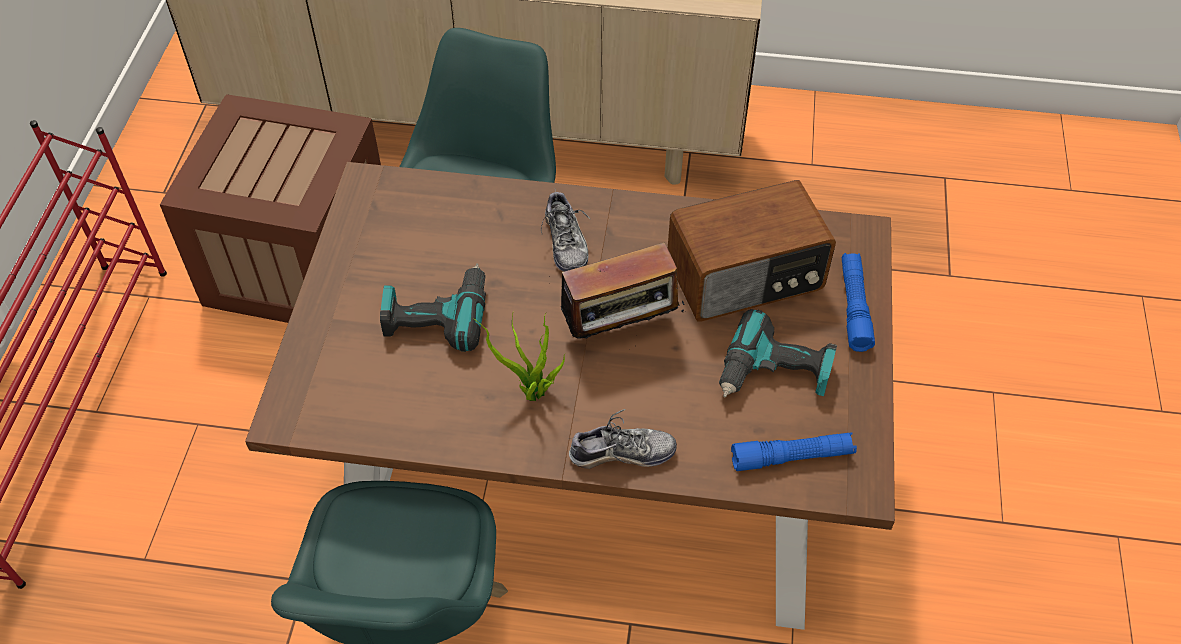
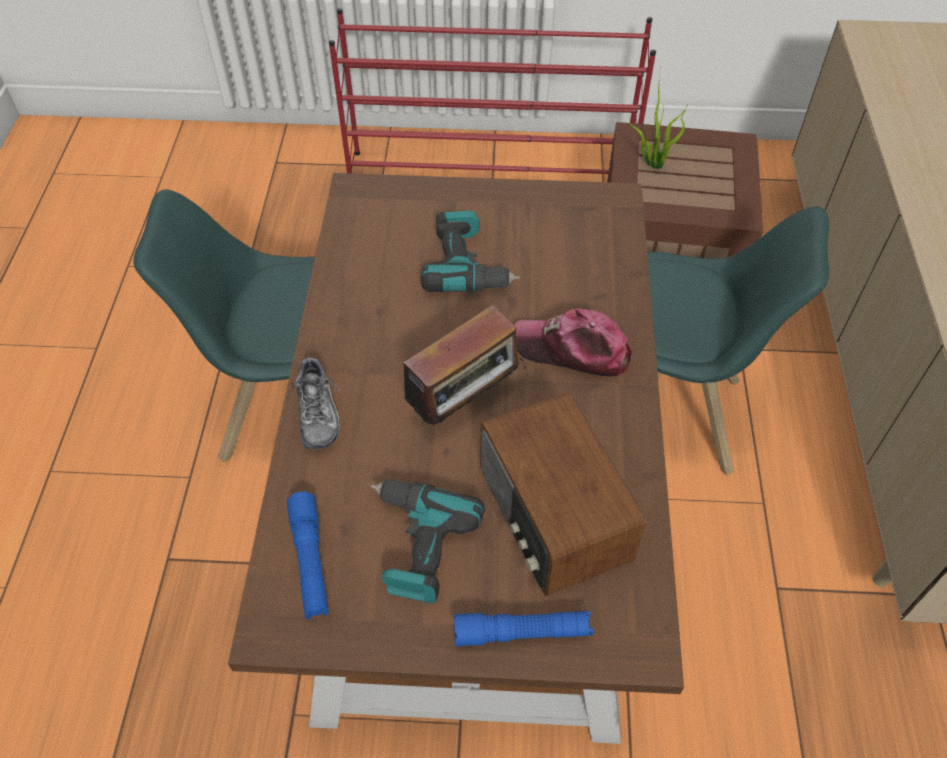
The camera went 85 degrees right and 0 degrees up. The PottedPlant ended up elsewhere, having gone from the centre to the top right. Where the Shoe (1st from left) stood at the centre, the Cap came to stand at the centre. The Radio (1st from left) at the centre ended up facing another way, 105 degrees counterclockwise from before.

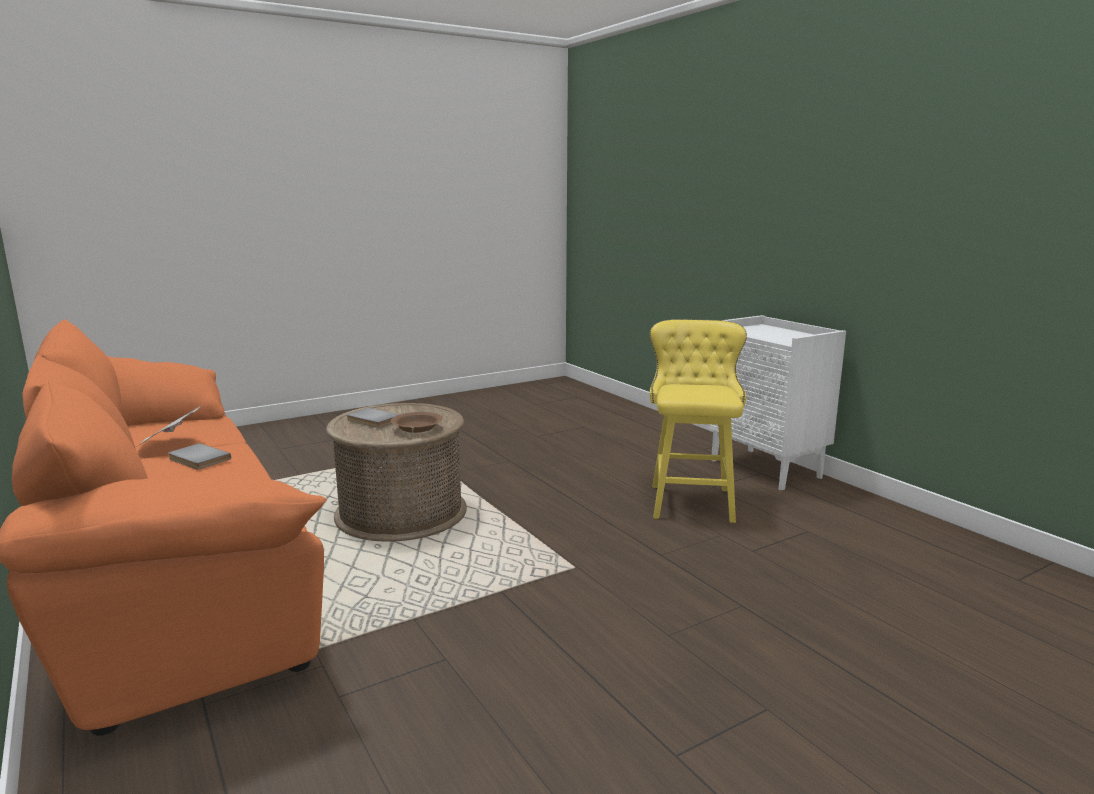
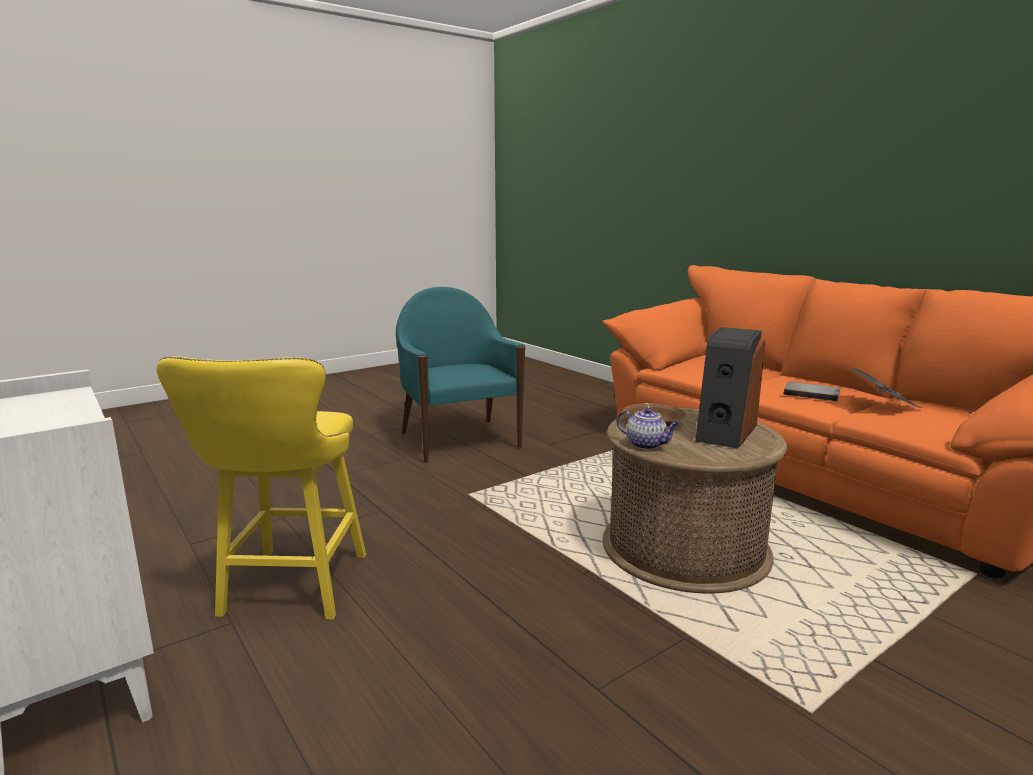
The camera went 175 degrees right and 0 degrees up. The second view gained the TurquoiseArmchair at the centre. The second view gained the Teapot at the centre. Where the GreyBook (2nd from left) stood at the centre, the Speaker came to stand at the middle right.

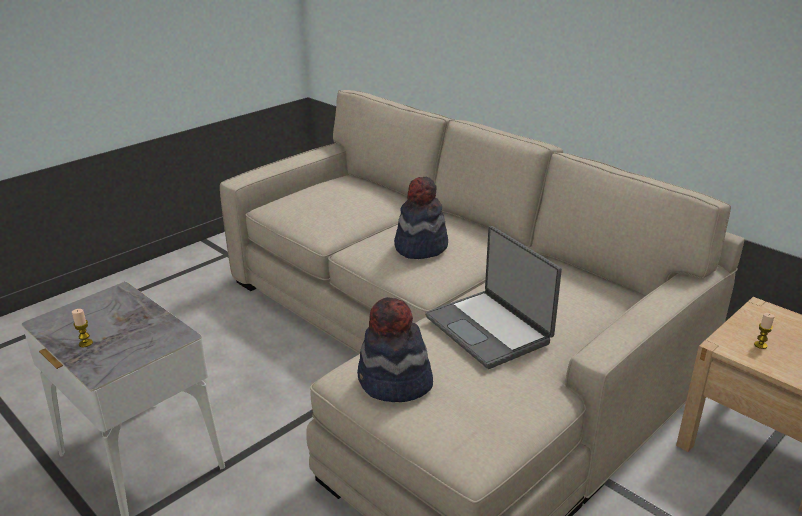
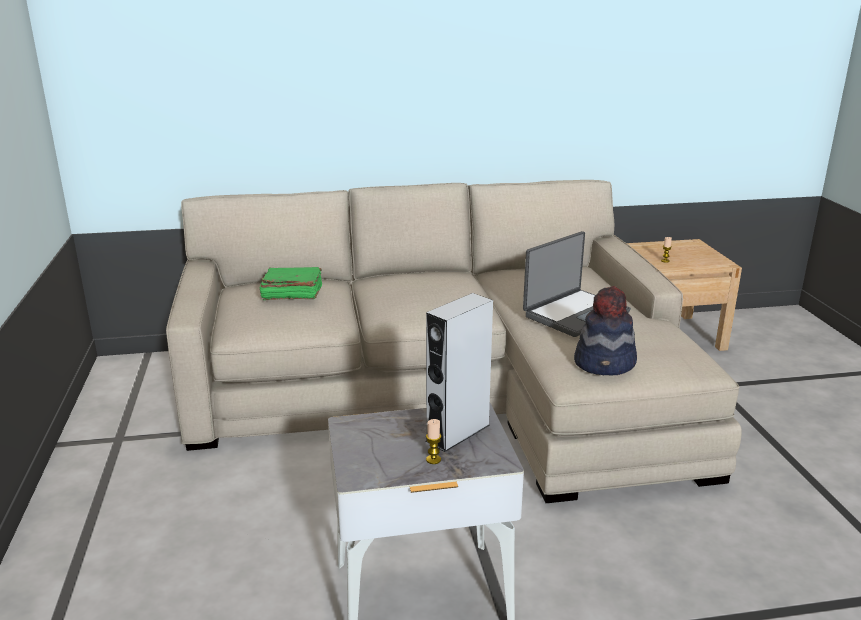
The camera went 55 degrees left and 5 degrees down. The second view lost the Hat (2nd from left) at the centre. The second view gained the GreenBook at the centre. The second view gained the GreySpeaker at the centre. The Laptop at the centre ended up facing another way, 45 degrees counterclockwise from before.

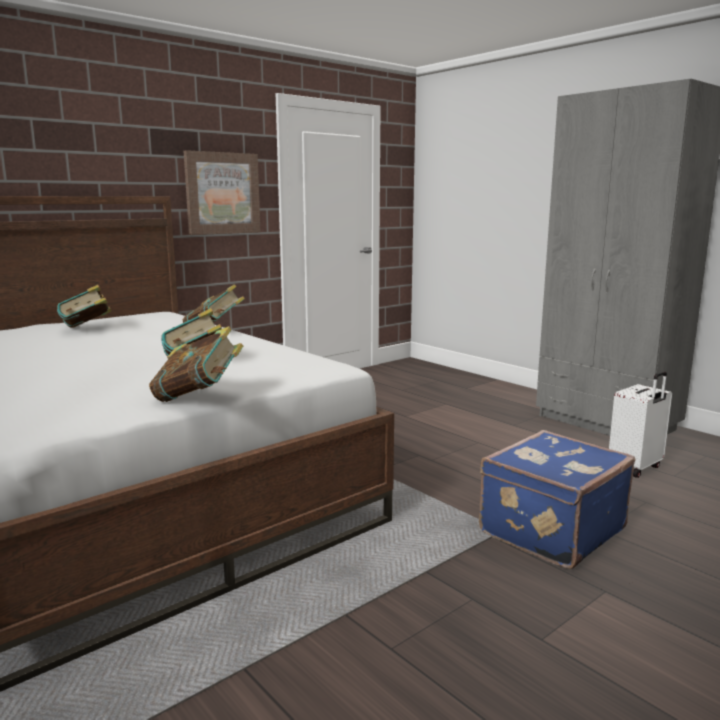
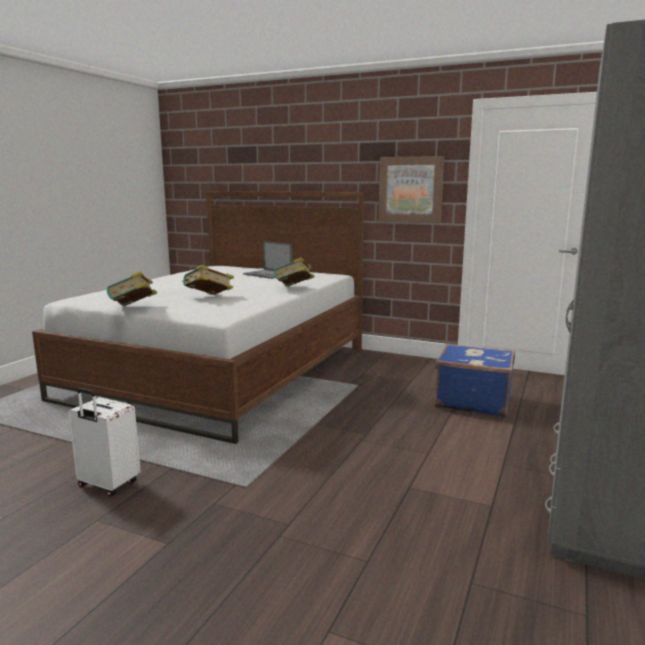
The camera went 65 degrees right and 0 degrees up. The BlueSuitcase ended up elsewhere, having gone from the bottom right to the middle right. The WhiteSuitcase ended up elsewhere, having gone from the middle right to the bottom left. Where the Book (1st from left) stood at the middle left, the Laptop came to stand at the centre.

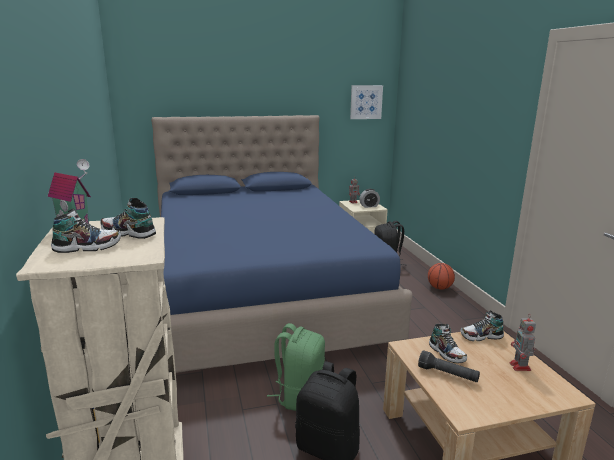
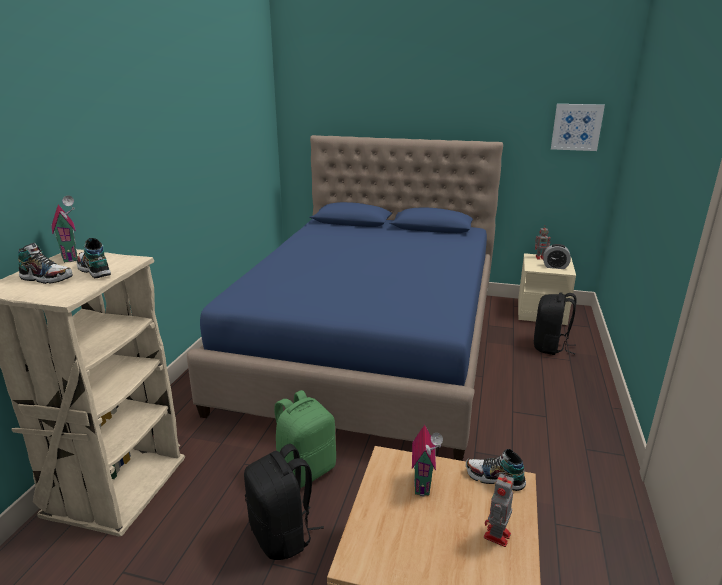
The camera went 30 degrees right and 5 degrees up. The second view lost the BlackFlashlight at the bottom right. The second view lost the Basketball at the middle right. Where the Shoe (3rd from left) stood at the bottom right, the ToyHouse (2nd from left) came to stand at the bottom centre.

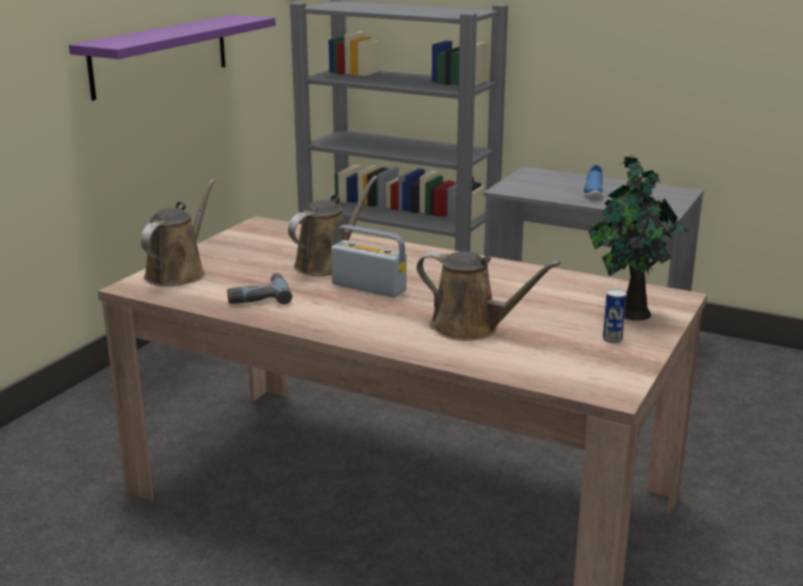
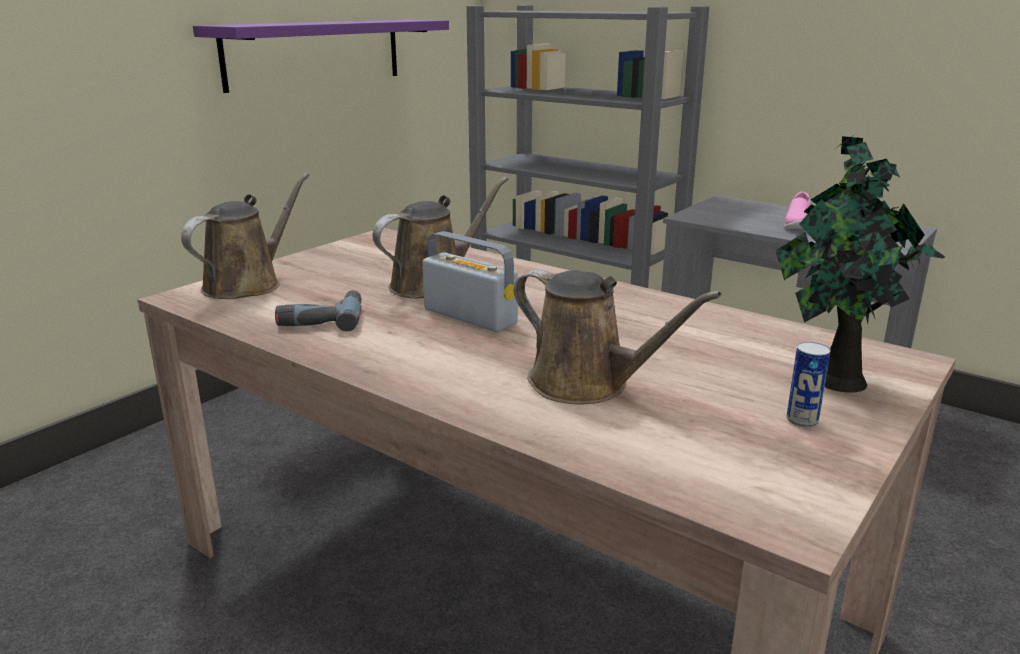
The camera went 10 degrees right and 0 degrees up. What was the BlueShoe at the top right turned into the PinkShoe at the top right.

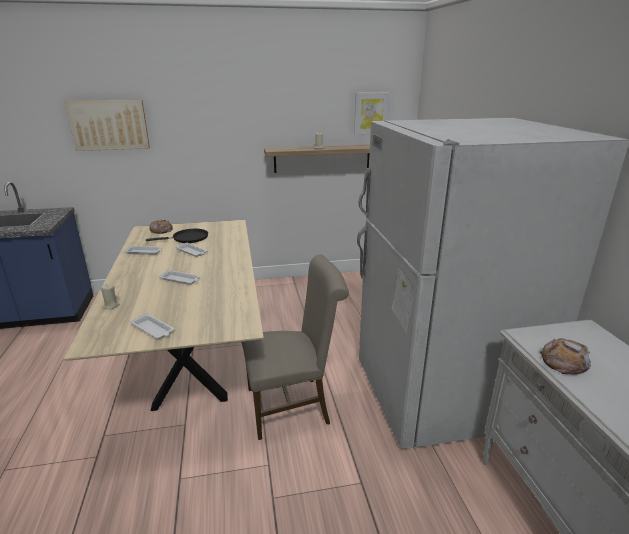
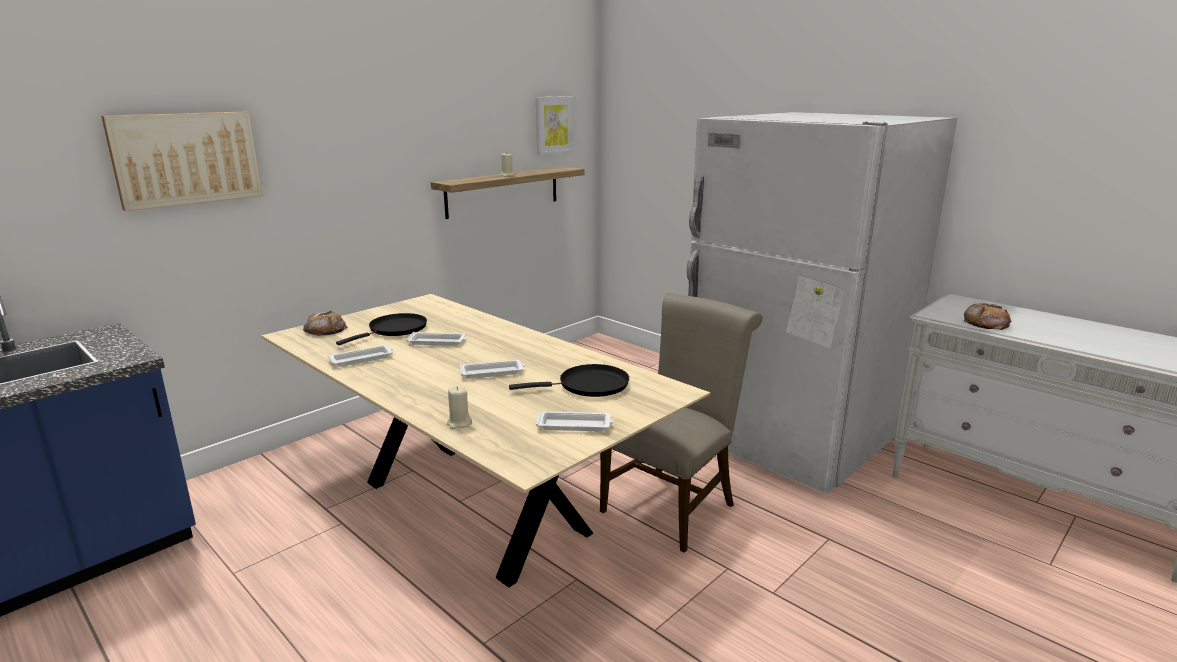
The camera went 35 degrees left and 5 degrees down. The second view gained the BlackFryingPan (2nd from left) at the centre.

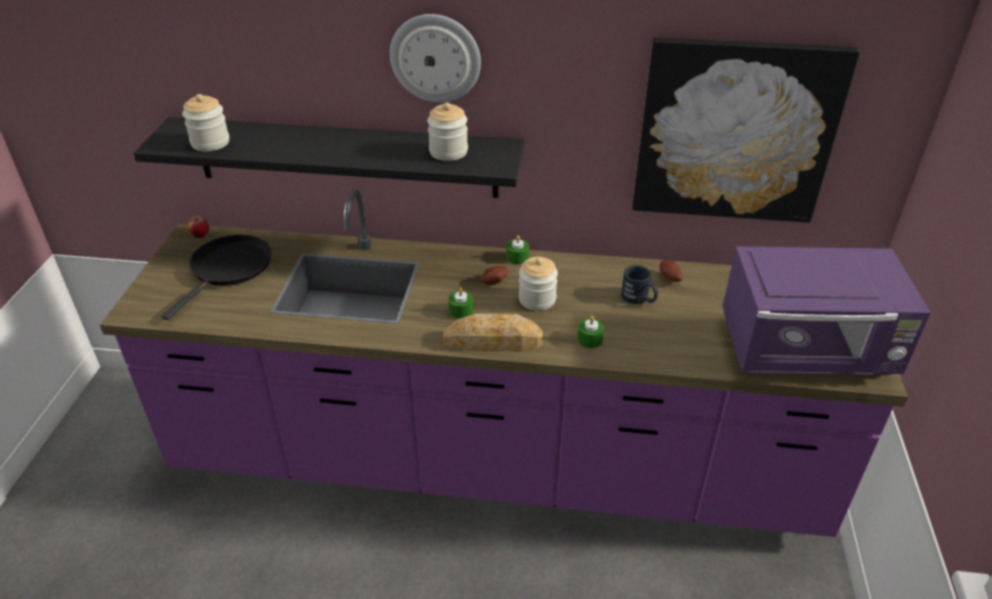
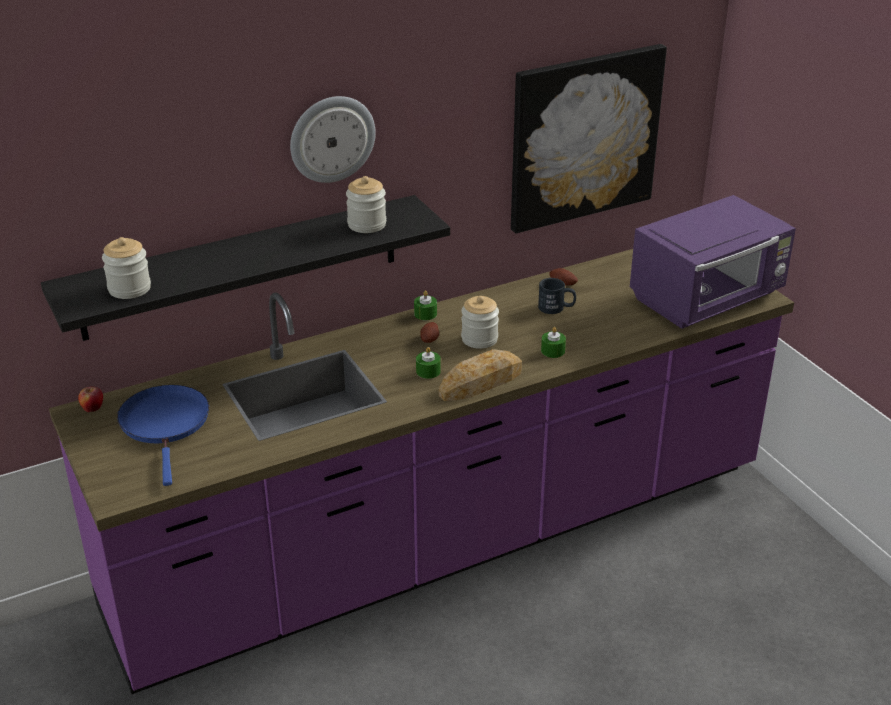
The camera went 35 degrees left and 5 degrees down. What was the BlackFryingPan at the middle left turned into the BlueFryingPan at the middle left.

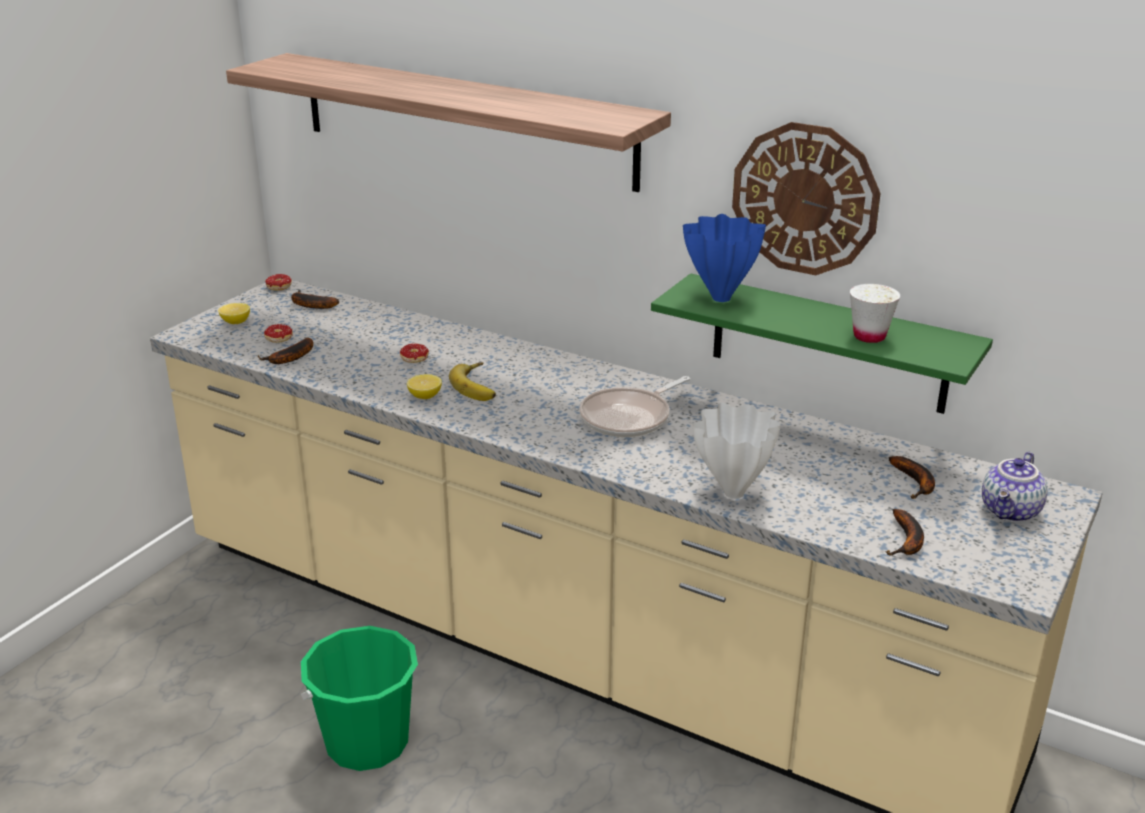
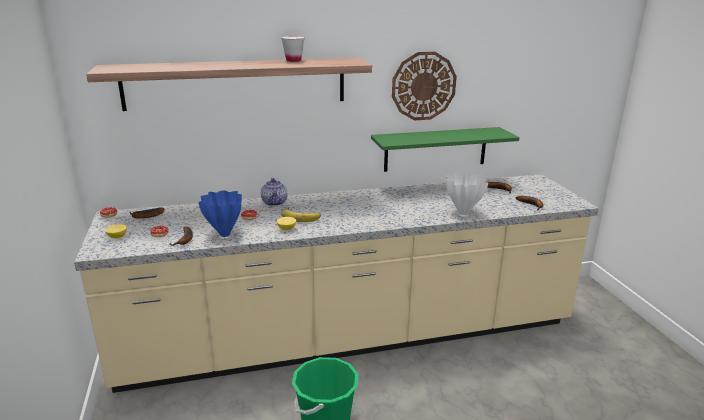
The camera went 45 degrees left and 5 degrees down. The second view lost the FryingPan at the centre. The BlueVase ended up elsewhere, having gone from the top centre to the middle left. The WhiteCup ended up elsewhere, having gone from the middle right to the top centre. The Teapot ended up elsewhere, having gone from the middle right to the centre.

